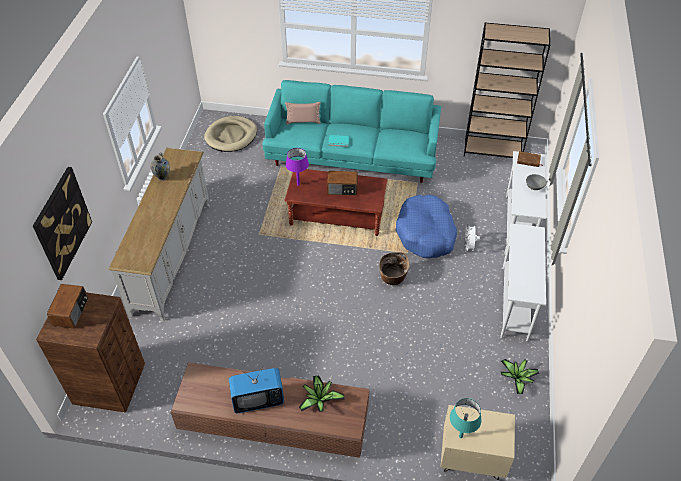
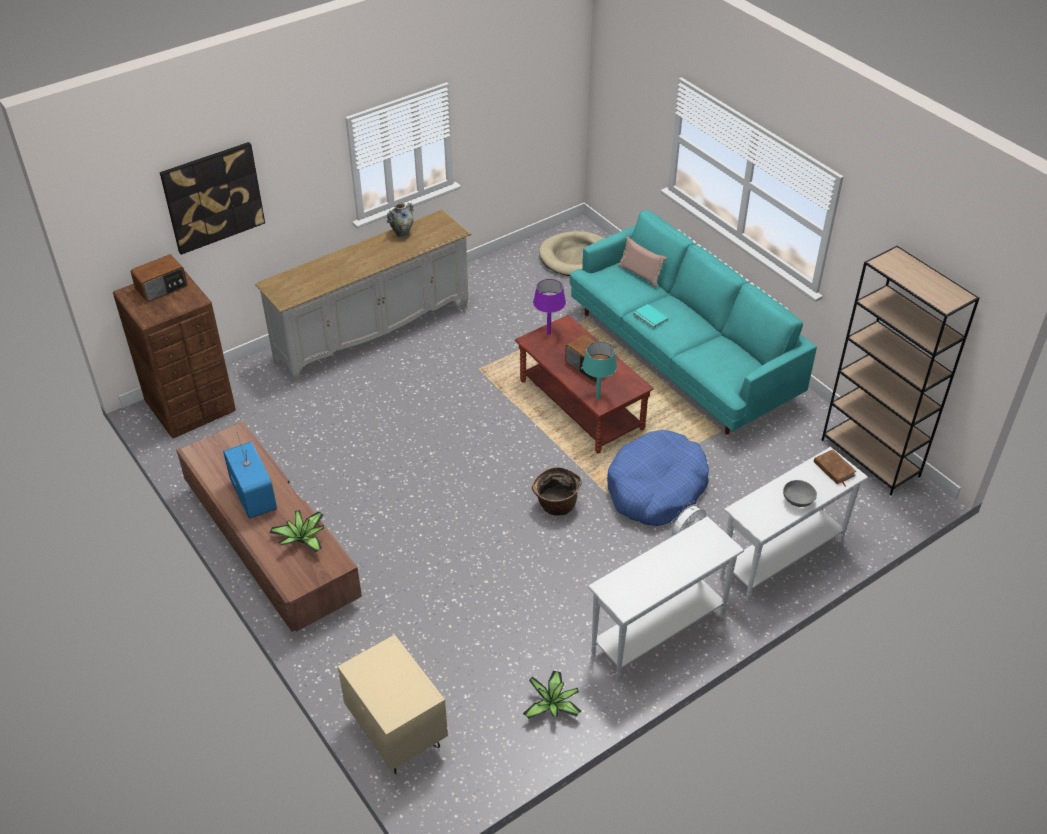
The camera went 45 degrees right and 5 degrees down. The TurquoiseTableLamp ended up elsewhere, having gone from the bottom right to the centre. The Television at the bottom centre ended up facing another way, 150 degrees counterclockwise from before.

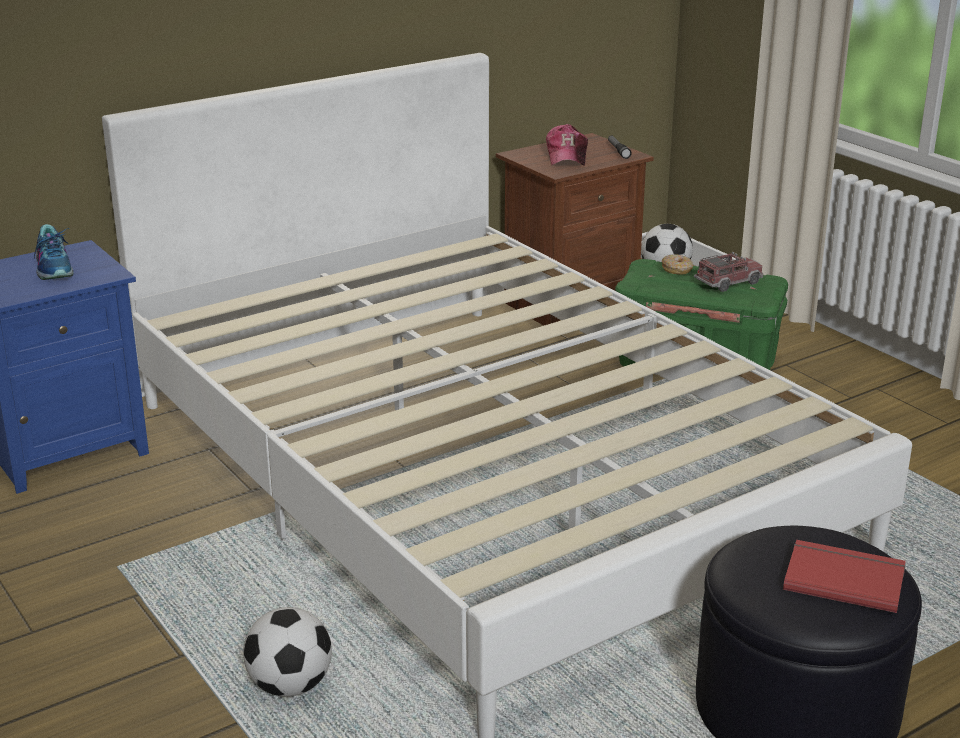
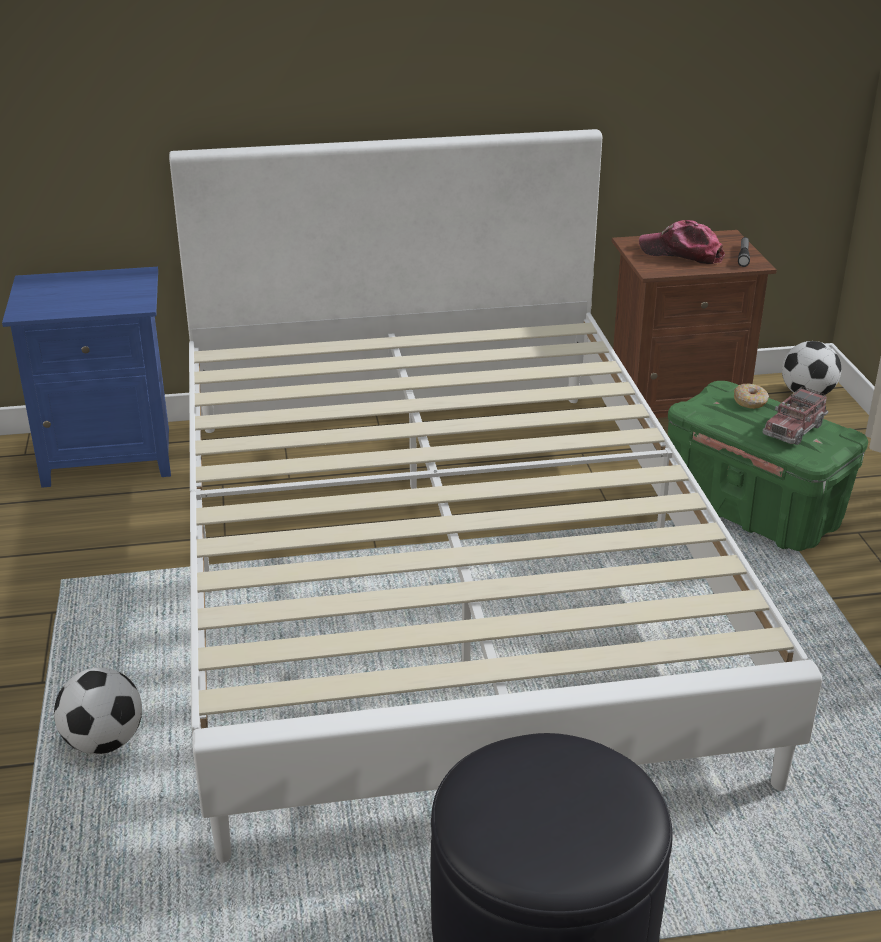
The camera went 25 degrees right and 5 degrees up. The second view lost the Shoe at the middle left. The second view lost the RedBook at the bottom right. The Cap at the top centre ended up facing another way, 90 degrees clockwise from before. The ToyTruck at the middle right ended up facing another way, 135 degrees clockwise from before.

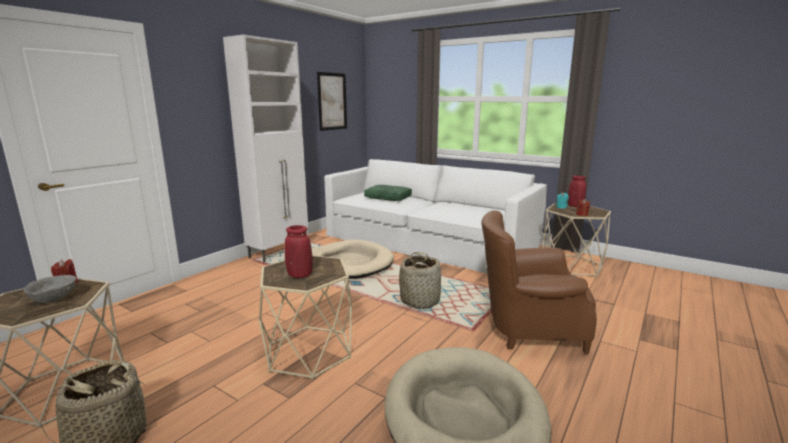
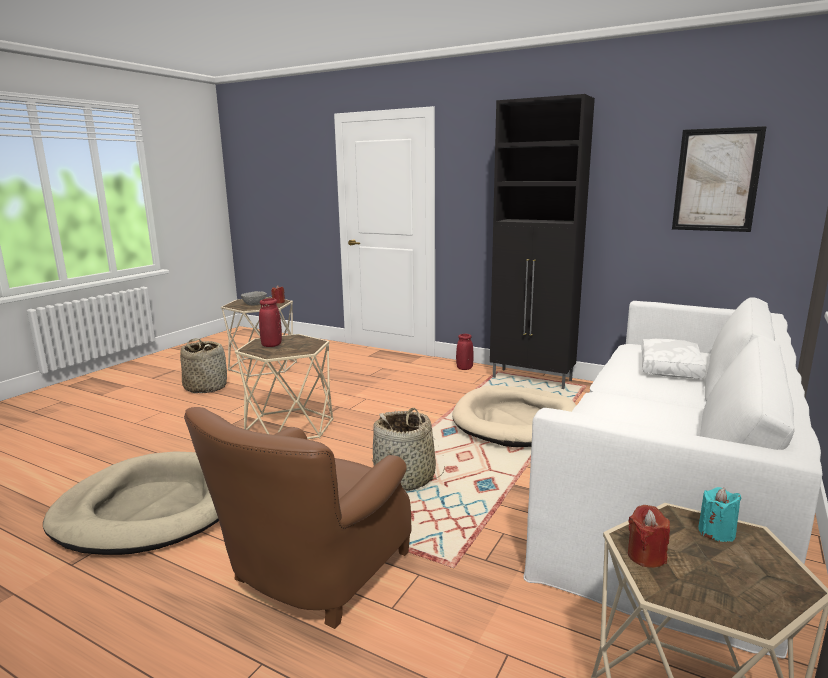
The camera went 85 degrees right and 0 degrees up. The RedVase (2nd from left) ended up elsewhere, having gone from the middle right to the centre. What was the WhiteCabinet at the centre turned into the BlackCabinet at the centre. What was the GreenPillow at the centre turned into the WhitePillow at the middle right. The BrownArmchair at the middle right ended up facing another way, 150 degrees counterclockwise from before.

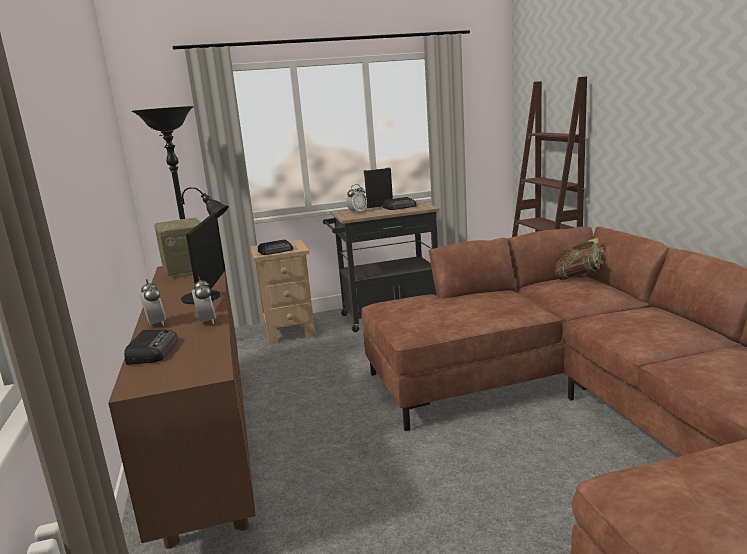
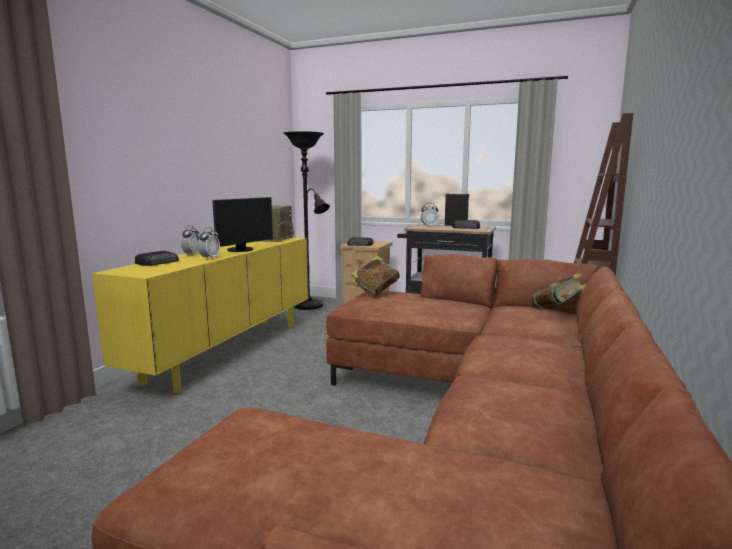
The camera went 35 degrees right and 5 degrees down. The second view gained the Book (1st from left) at the centre. What was the BrownCabinet at the bottom left turned into the YellowCabinet at the middle left.

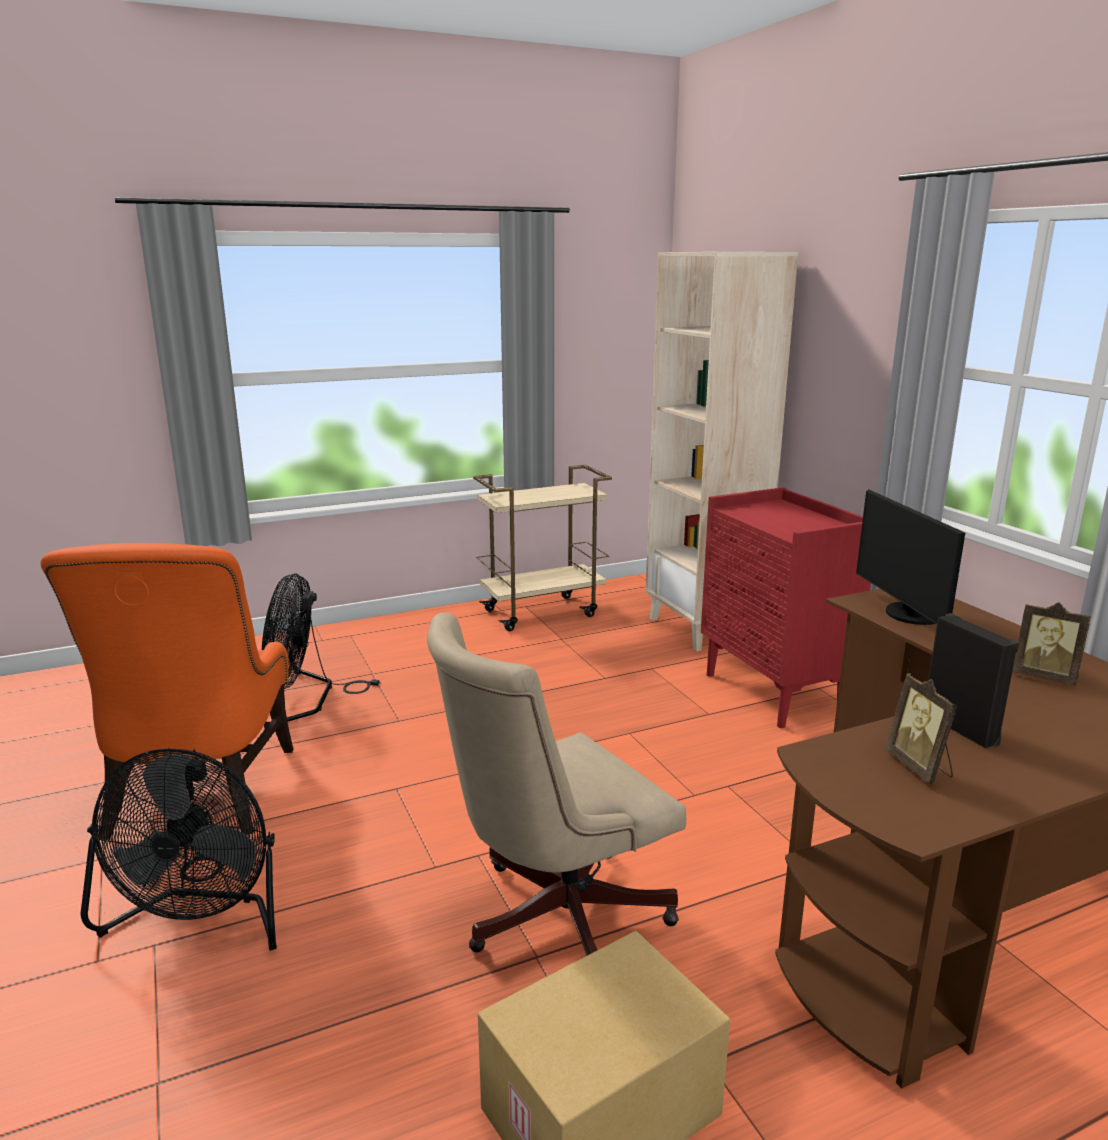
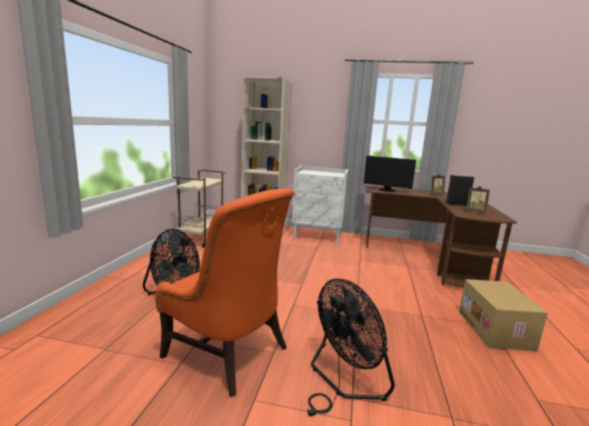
The camera went 55 degrees left and 5 degrees down. The second view lost the BeigeOfficeChair at the bottom centre. What was the RedCabinet at the middle right turned into the WhiteCabinet at the centre. The BlackFan (1st from left in the first image) at the bottom left ended up facing another way, 75 degrees counterclockwise from before.

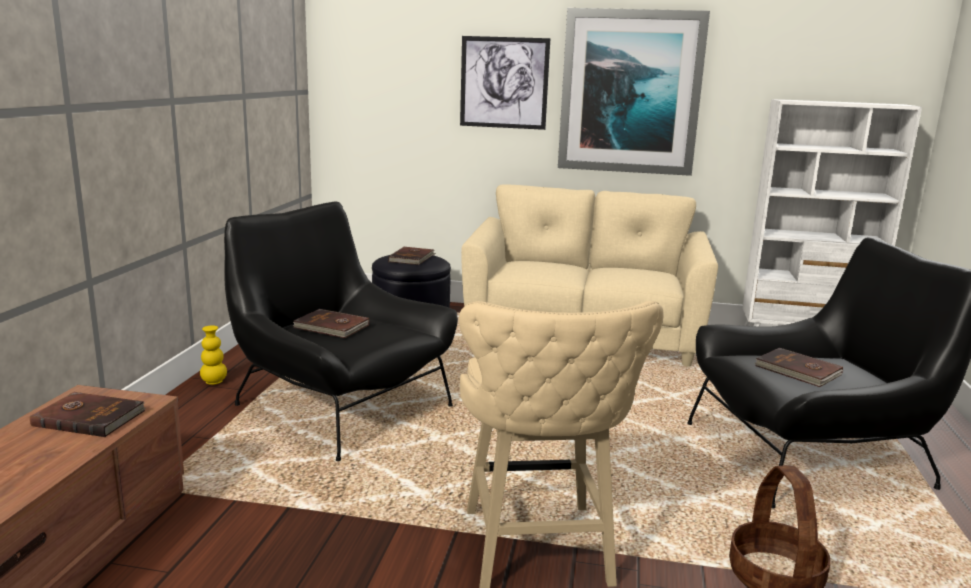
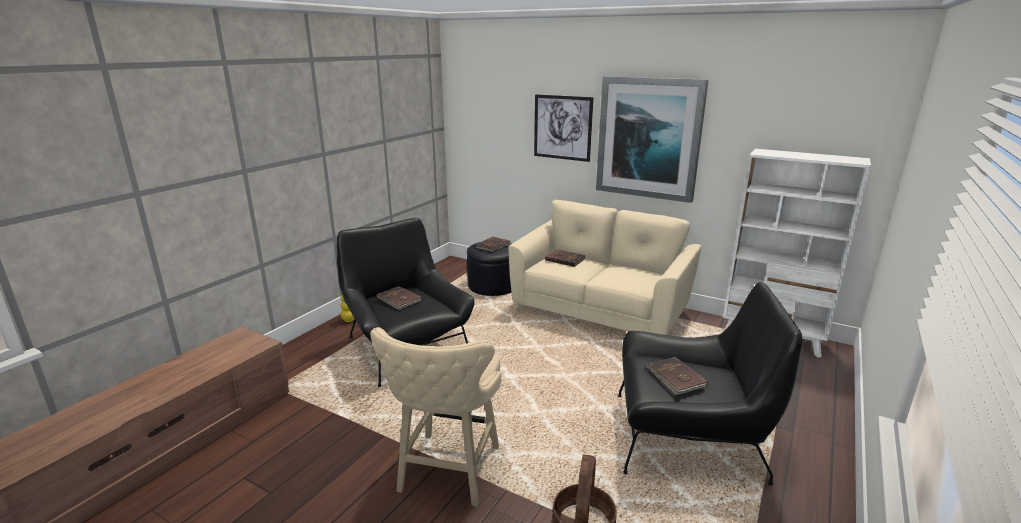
The camera went 20 degrees right and 5 degrees up. The BrownBook (1st from left in the first image) ended up elsewhere, having gone from the bottom left to the centre.

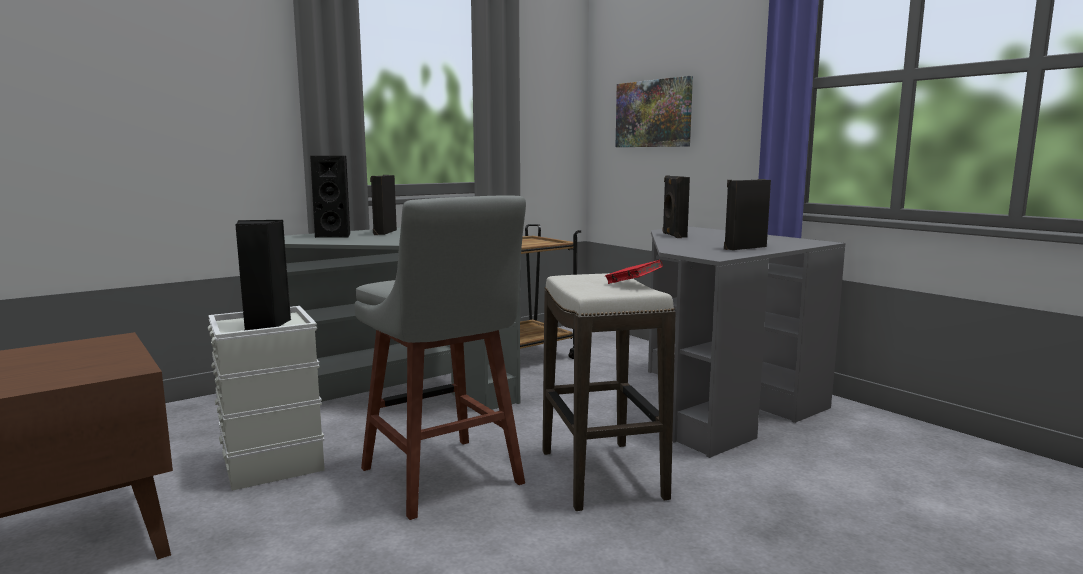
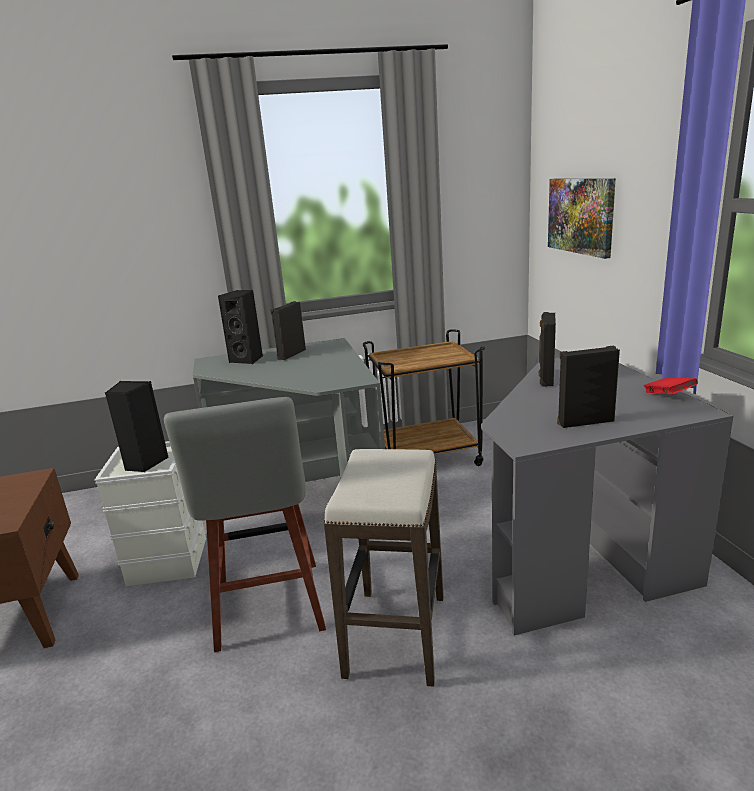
The camera went 25 degrees right and 10 degrees up. The RedBook ended up elsewhere, having gone from the centre to the middle right.

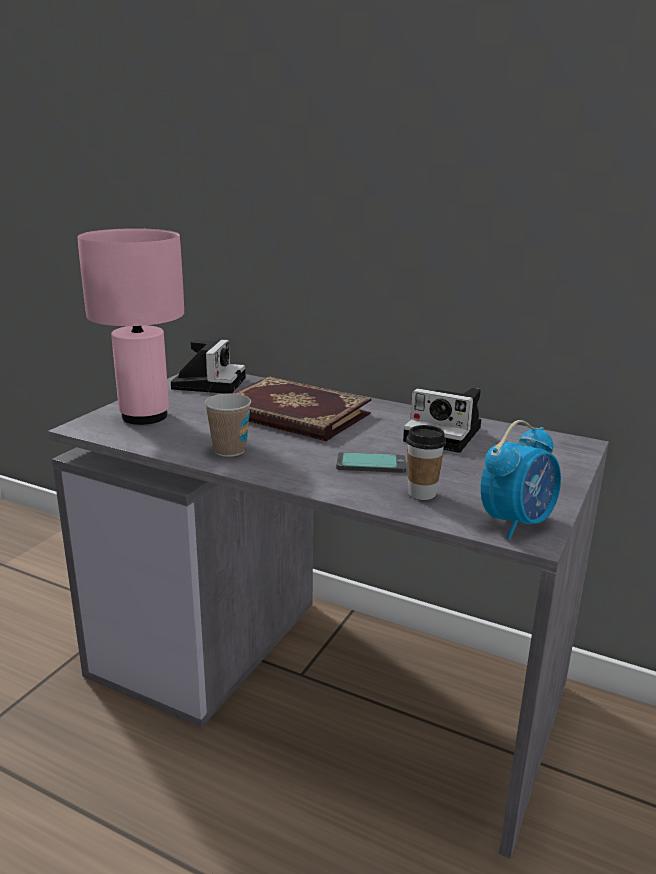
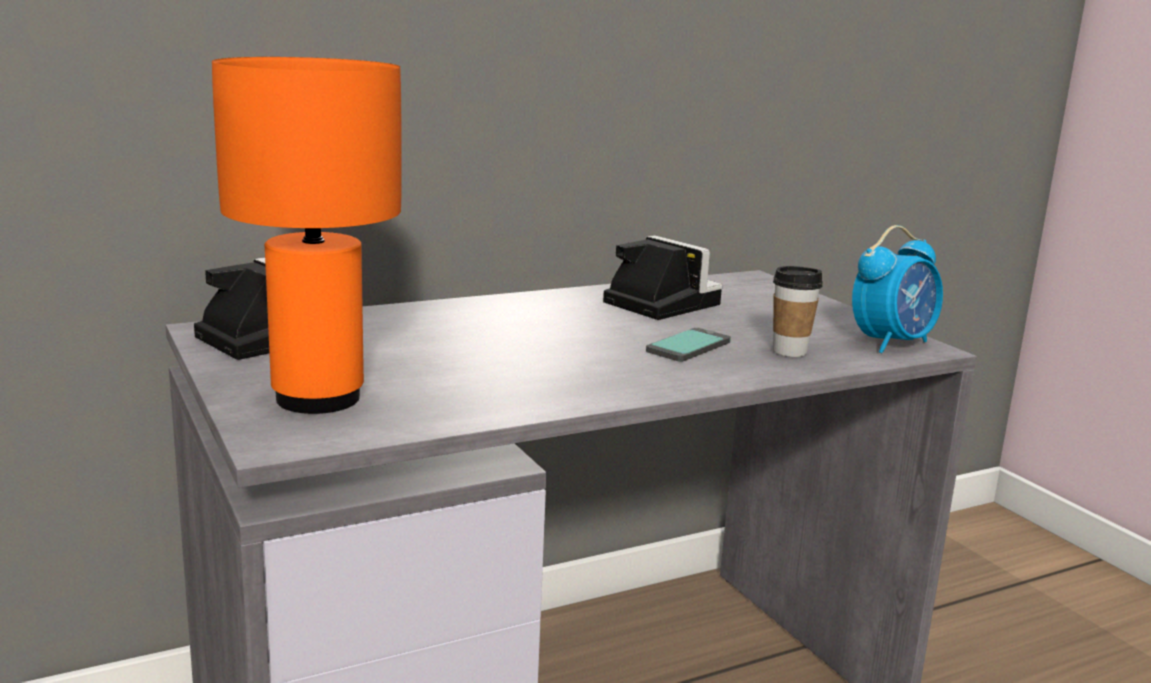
The camera went 55 degrees left and 5 degrees down. The second view lost the Cup (1st from left) at the centre. The second view lost the Book at the centre. What was the PinkTableLamp at the middle left turned into the OrangeTableLamp at the middle left. The PhotoCamera (2nd from left) at the middle right ended up facing another way, 105 degrees counterclockwise from before. The AlarmClock at the middle right ended up facing another way, 60 degrees clockwise from before.

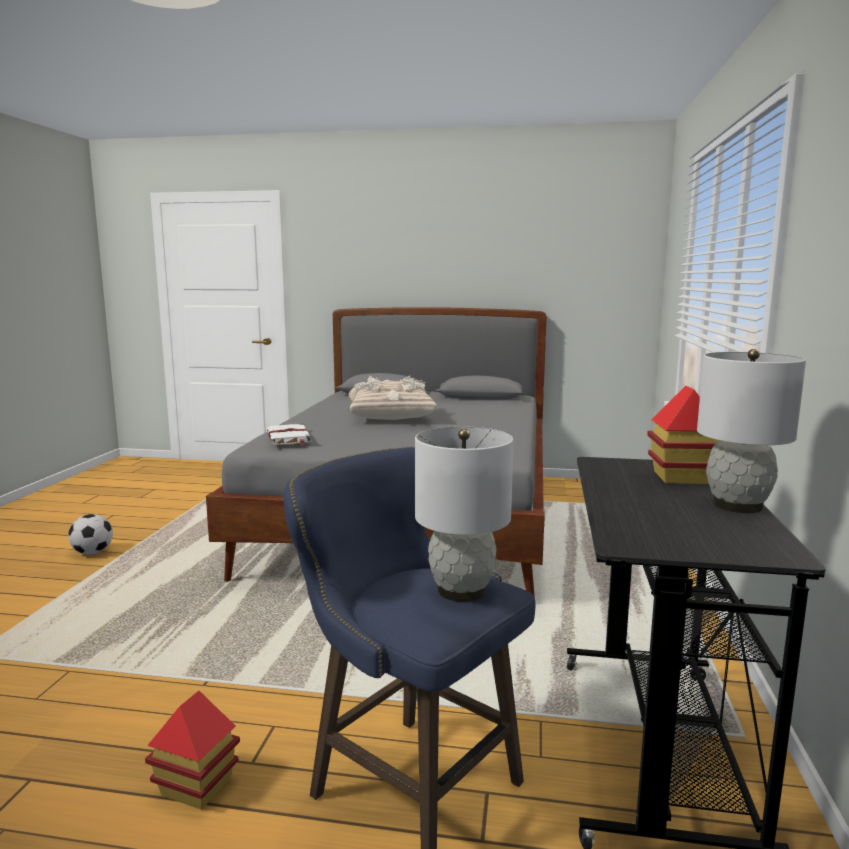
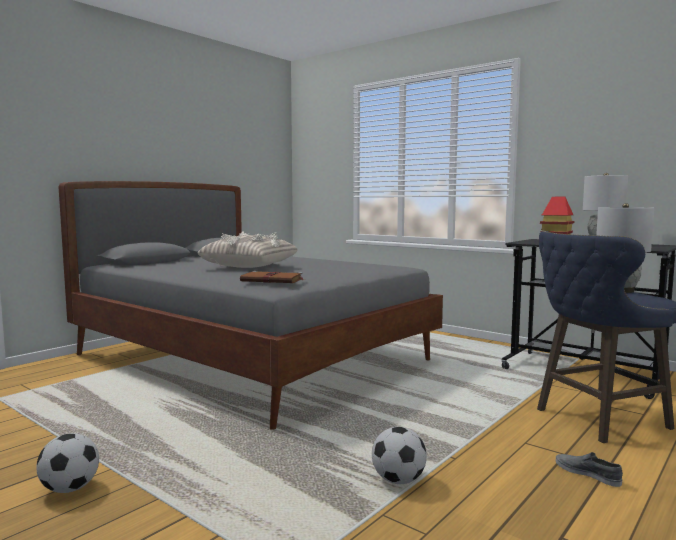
The camera went 60 degrees left and 5 degrees down. The second view gained the Football (2nd from left) at the bottom centre. Where the ToyHouse (1st from left) stood at the bottom left, the GreyShoe came to stand at the bottom right. What was the WhiteBook at the centre turned into the BrownBook at the centre.

